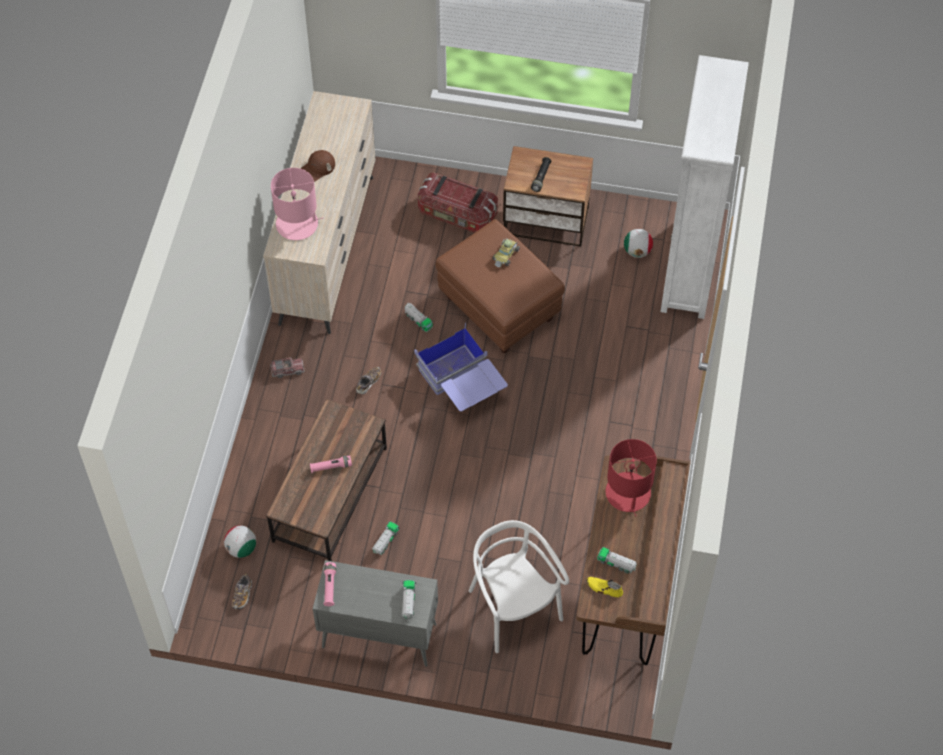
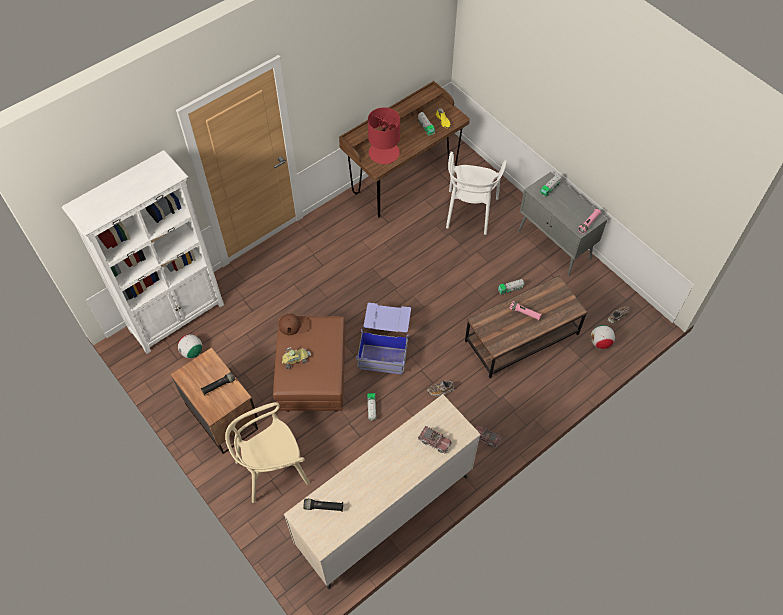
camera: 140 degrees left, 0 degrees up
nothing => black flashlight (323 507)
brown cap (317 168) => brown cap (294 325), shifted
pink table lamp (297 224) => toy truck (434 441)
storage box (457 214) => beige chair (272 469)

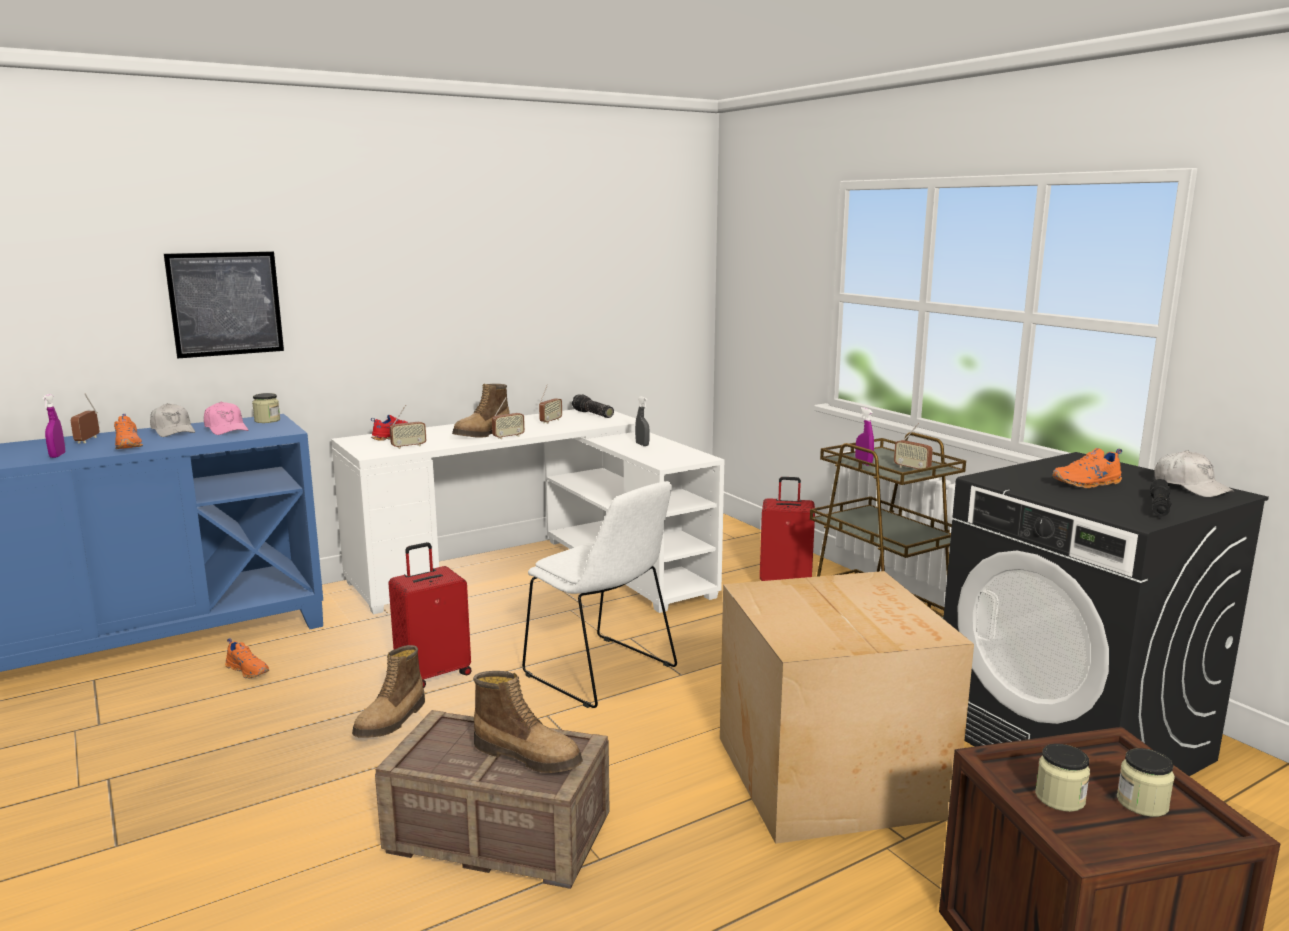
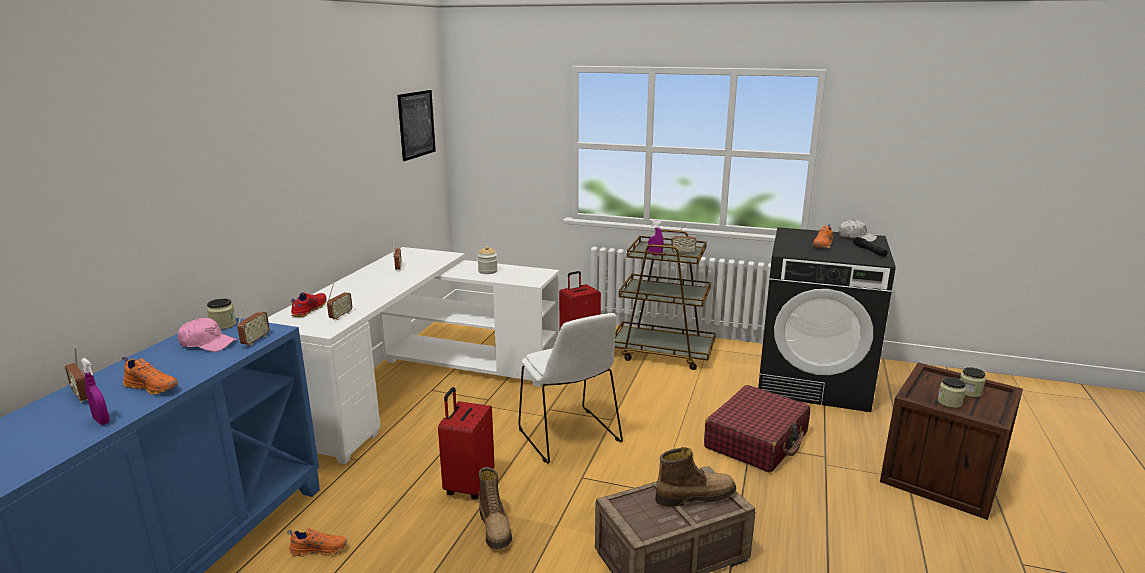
camera: 40 degrees left, 5 degrees up
white cap (173 431) => nothing
boot (483 434) => nothing
flashlight (592 414) => nothing
picture (225 304) => picture (416 124), shifted
radio (508 437) => radio (255 340), shifted
grey spray bottle (642 444) => jar (487 271)
cardboard box (831 773) => red suitcase (756 440)
white chair (603 673) => white chair (570 437), 60 degrees clockwise

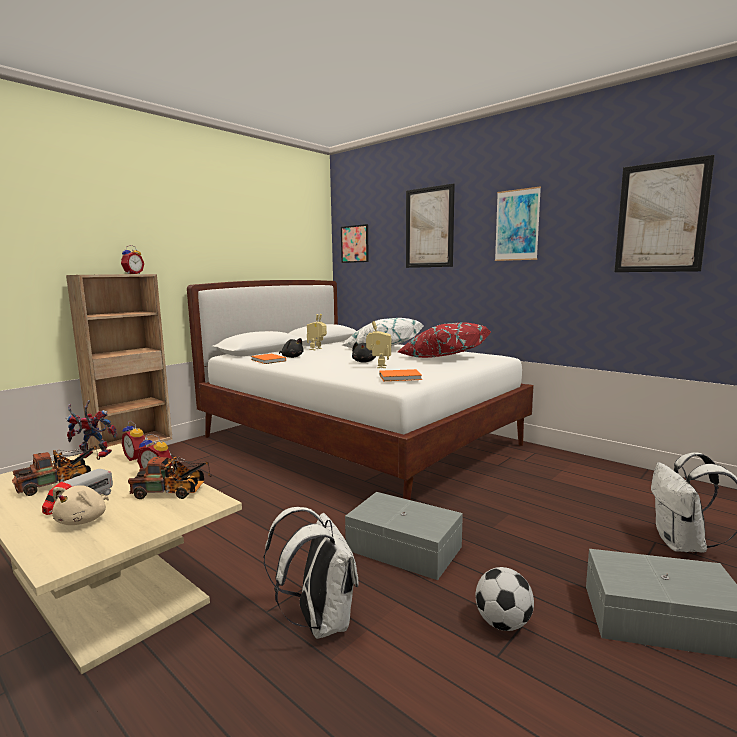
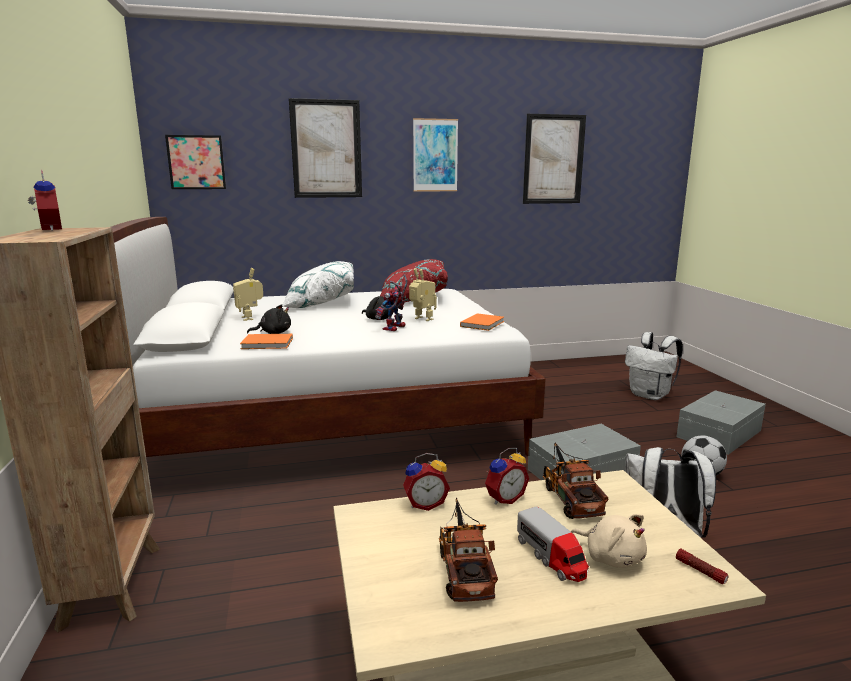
camera: 55 degrees left, 5 degrees up
nothing => flashlight (700 571)
toy robot (92 456) => toy robot (394 328), shifted
toy truck (173 492) => toy truck (570 497), 45 degrees counterclockwise

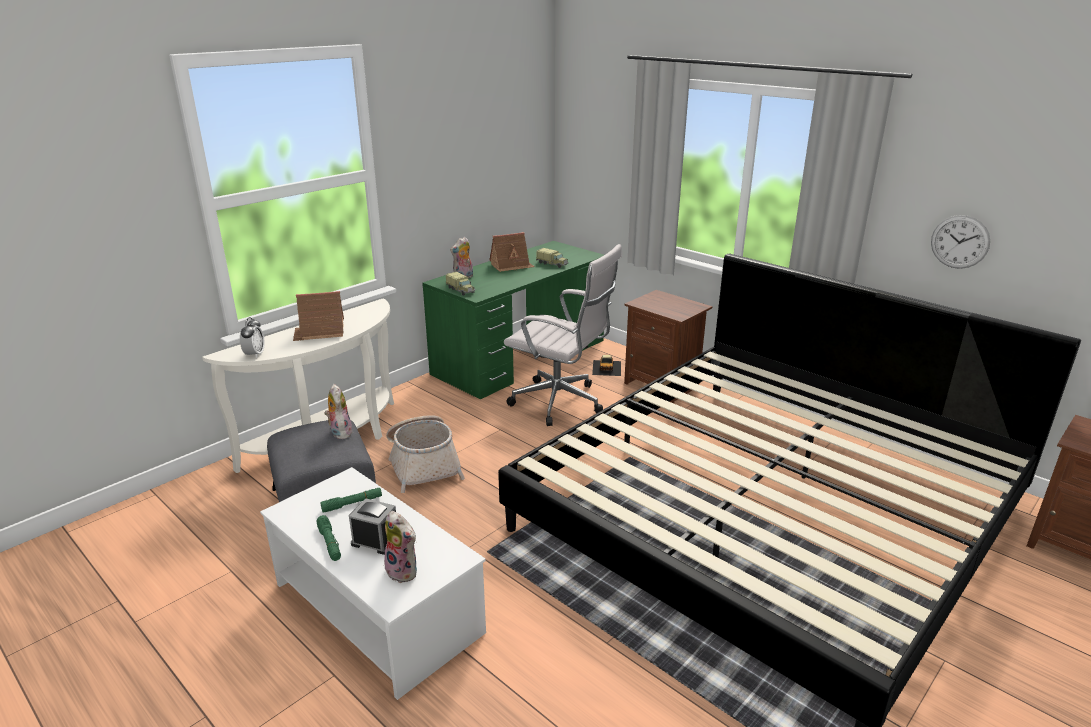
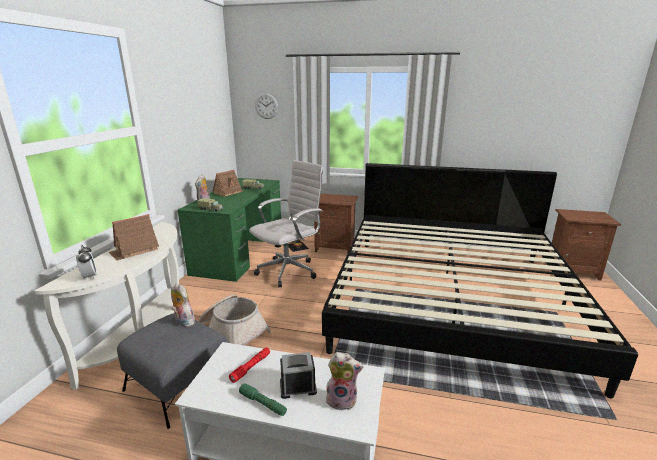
camera: 30 degrees left, 5 degrees down
wall clock (960 242) => wall clock (266 106), shifted
green flashlight (352 504) => red flashlight (251 367)
white office chair (561 403) => white office chair (289 271), 45 degrees counterclockwise

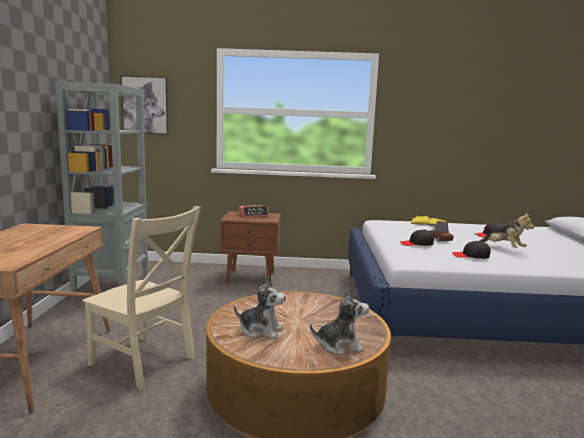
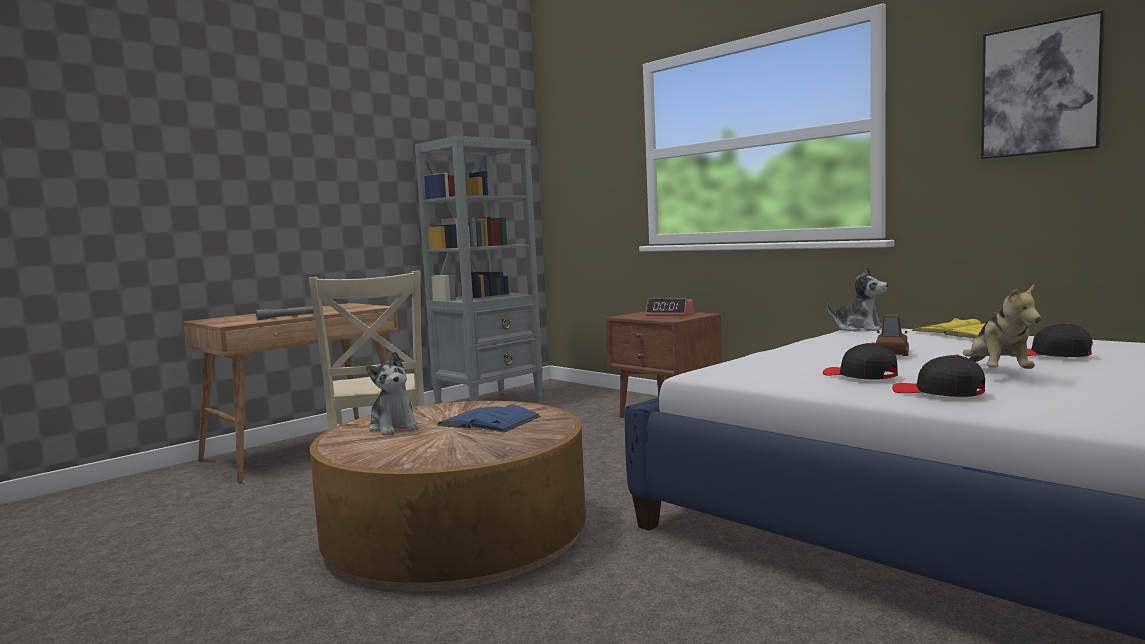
camera: 45 degrees right, 5 degrees down
nothing => grey flashlight (286 317)
nothing => blue book (489 421)
picture (145 105) => picture (1040 89), shifted
plush toy (339 345) => plush toy (859 329), shifted
black cap (417 244) => black cap (938 393), shifted

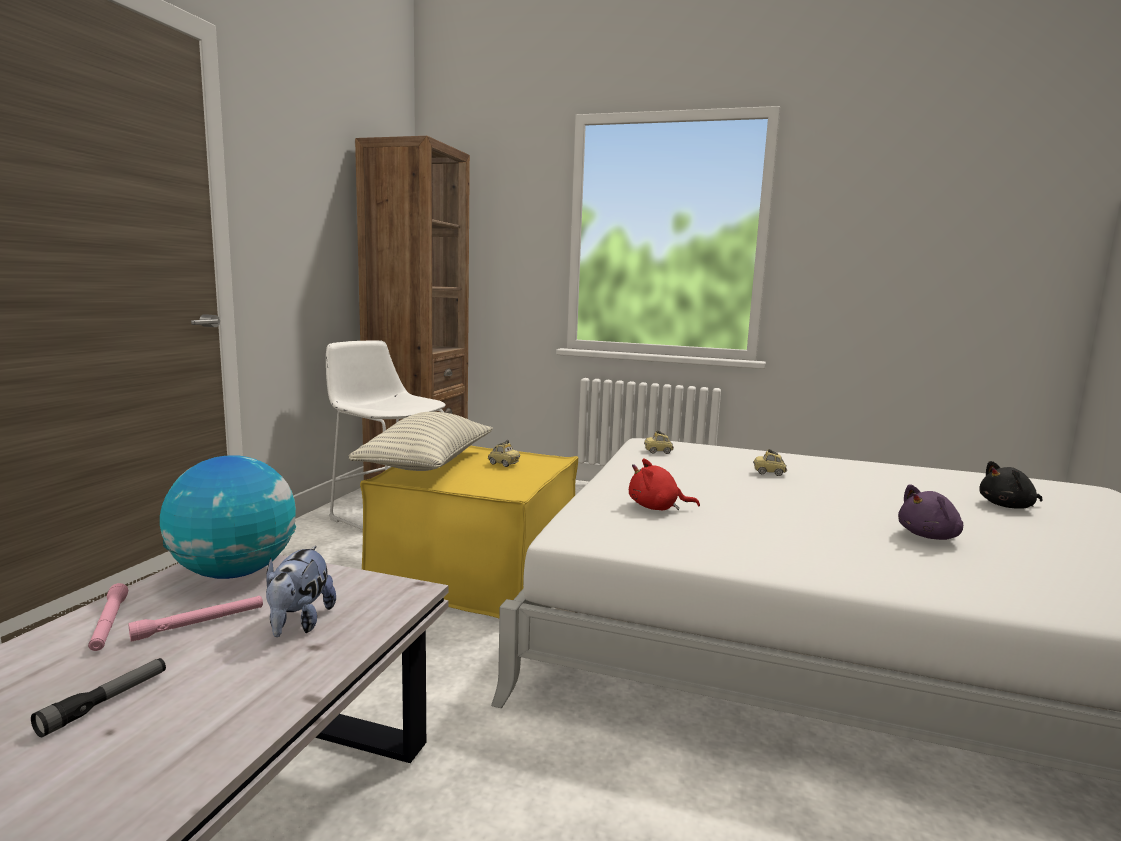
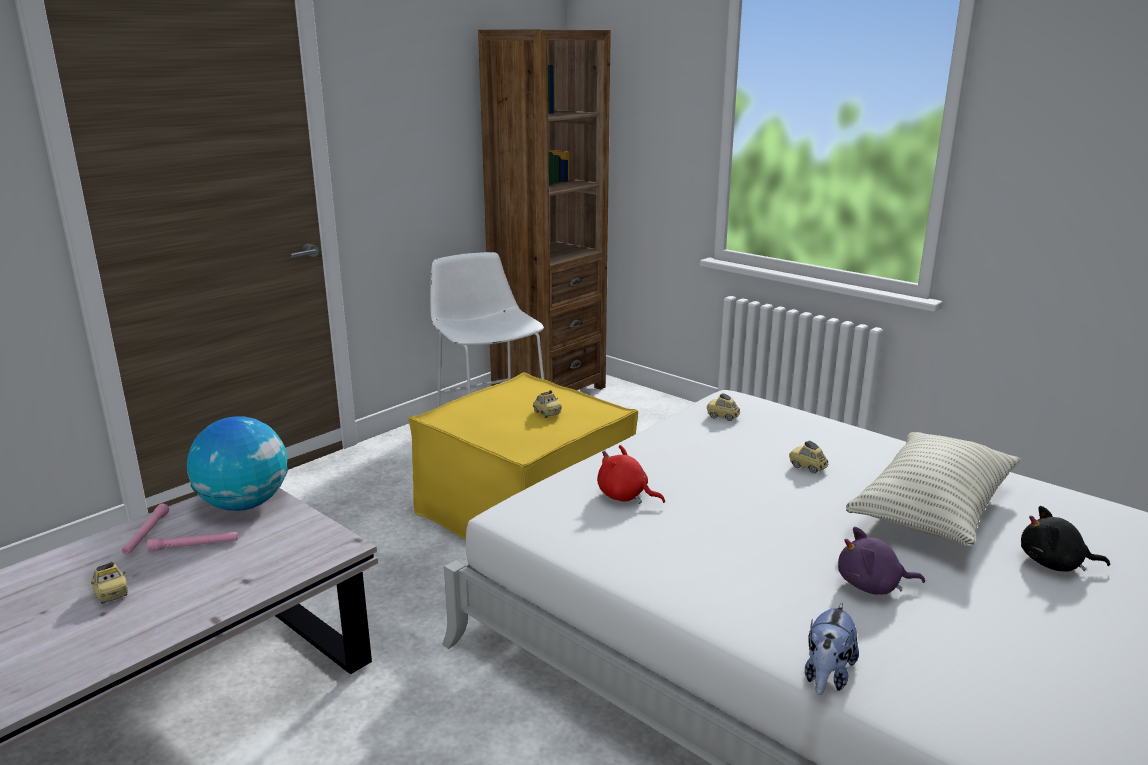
camera: 25 degrees right, 10 degrees up
plush toy (299 623) => plush toy (827 676), shifted
pillow (427 464) => pillow (932 510), shifted
flashlight (105 703) => toy car (111 594)

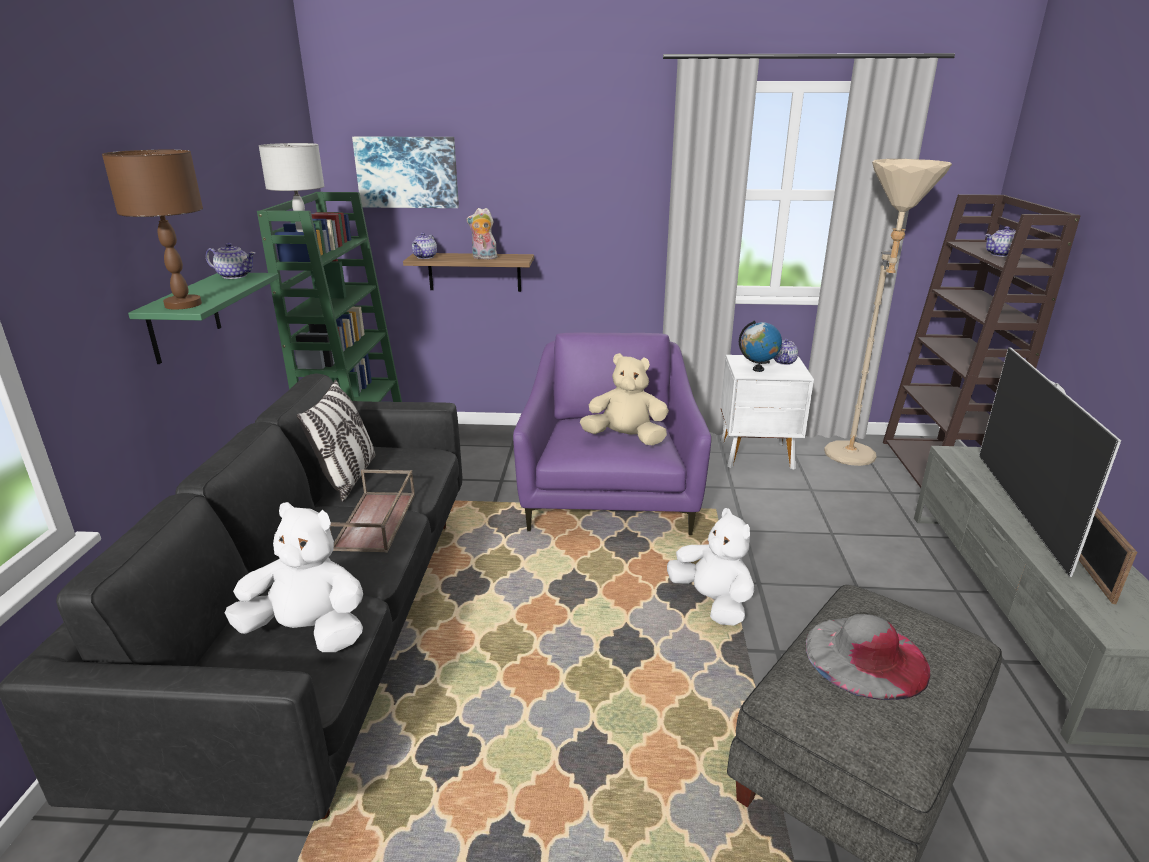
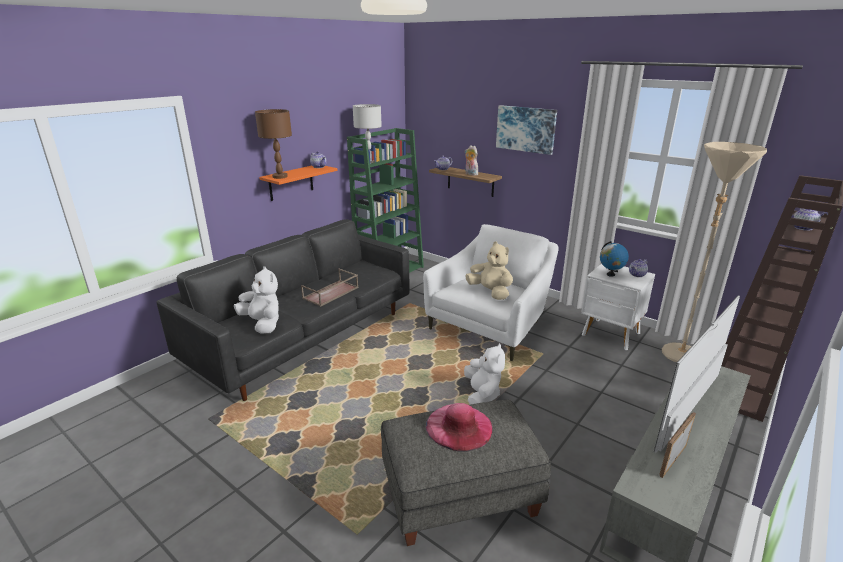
camera: 35 degrees right, 0 degrees up
pillow (348 478) => nothing
picture (407 172) => picture (526 129), shifted
green shelf (184 317) => orange shelf (291 182)
purple armchair (609 495) => white armchair (491 326)
grey hat (866 656) => pink hat (459 426)

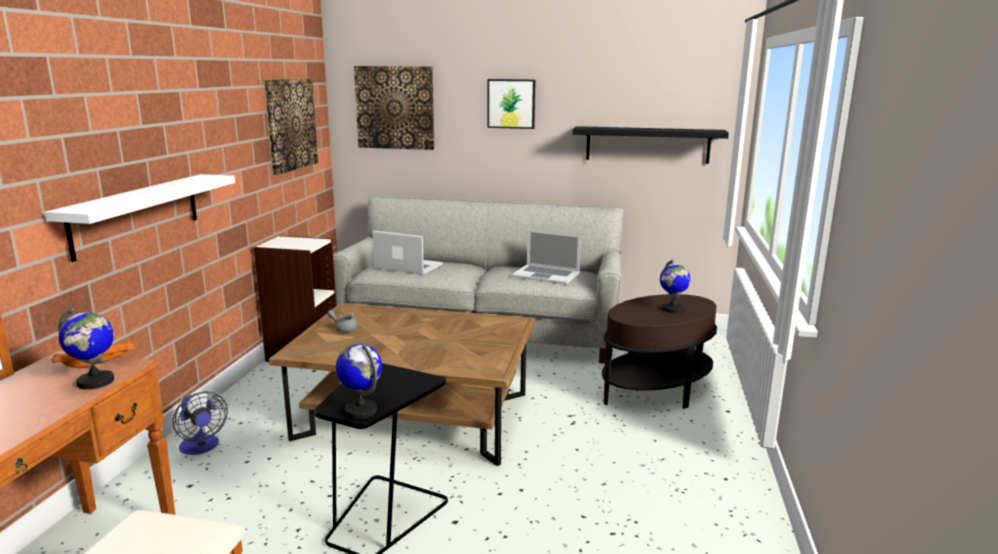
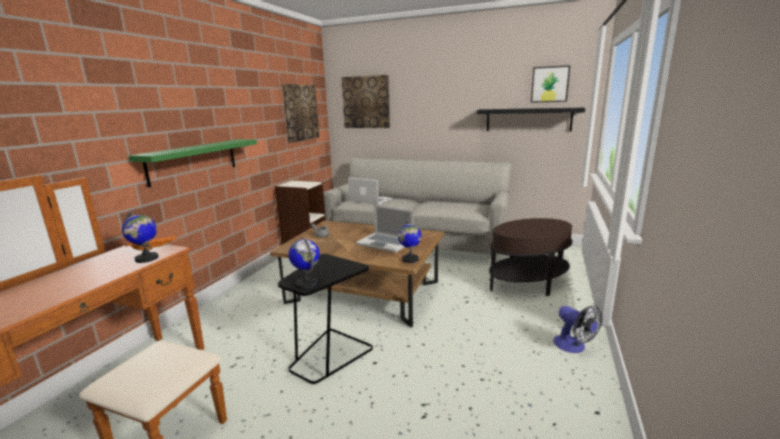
camera: 10 degrees right, 0 degrees up
fan (201 447) => fan (574 347), shifted
picture (511 103) => picture (550 84), shifted
laptop (546 274) => laptop (385 242), shifted
globe (672 309) => globe (410 259), shifted
white shelf (137 214) => green shelf (193 161)

